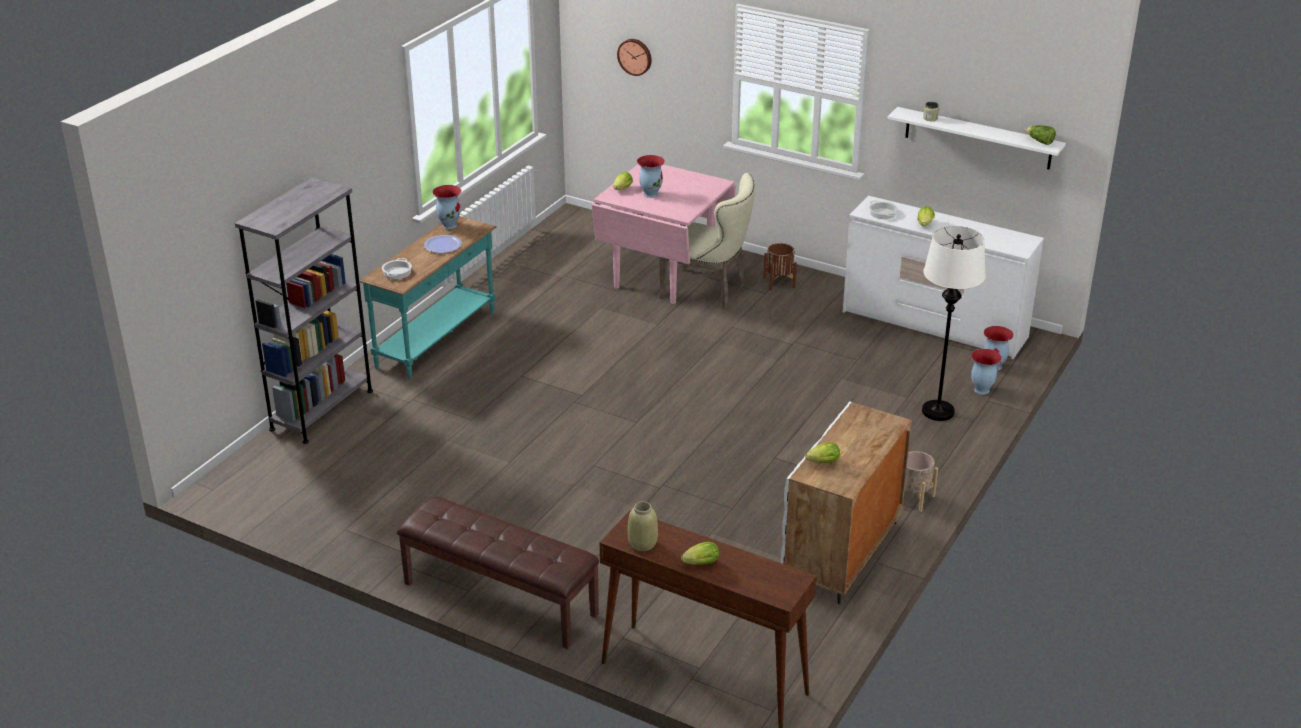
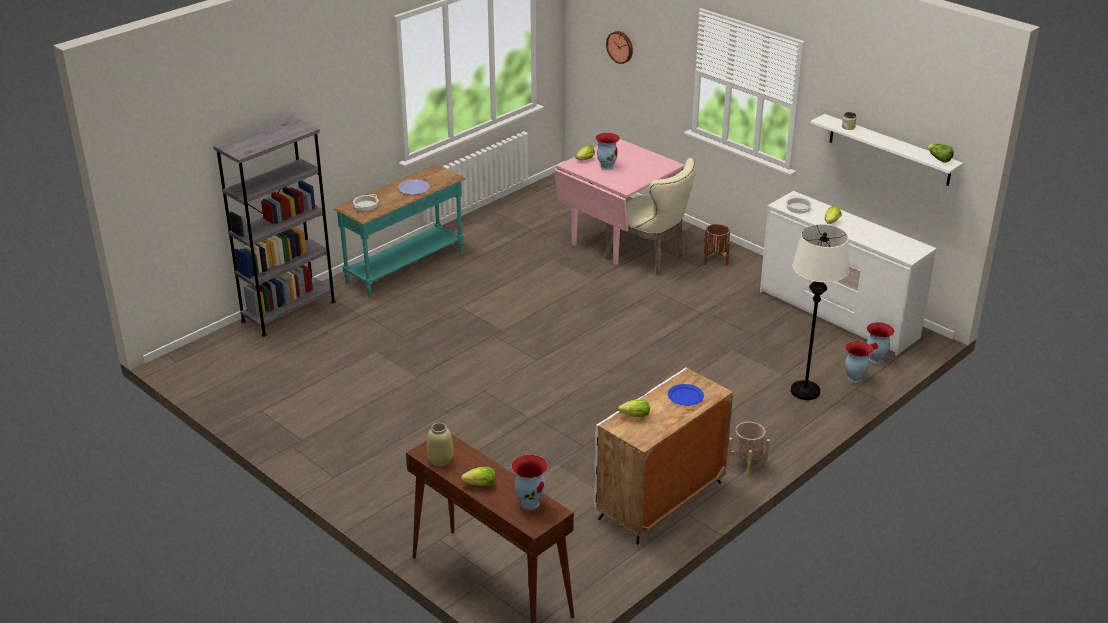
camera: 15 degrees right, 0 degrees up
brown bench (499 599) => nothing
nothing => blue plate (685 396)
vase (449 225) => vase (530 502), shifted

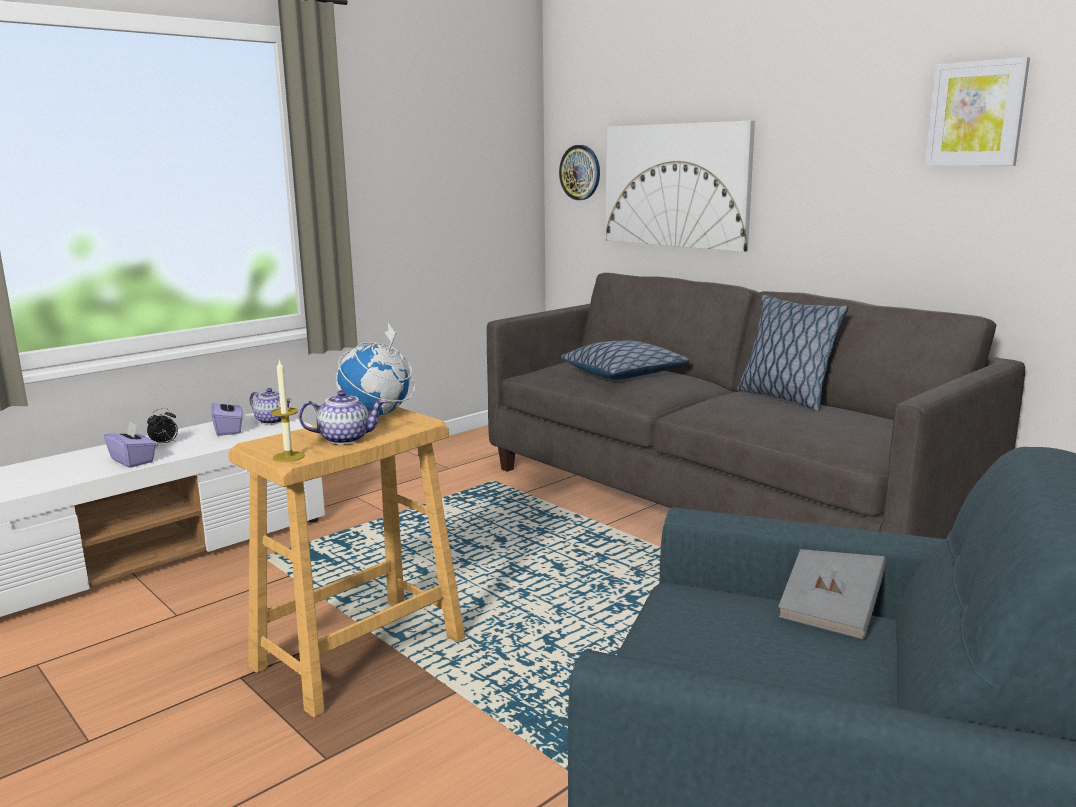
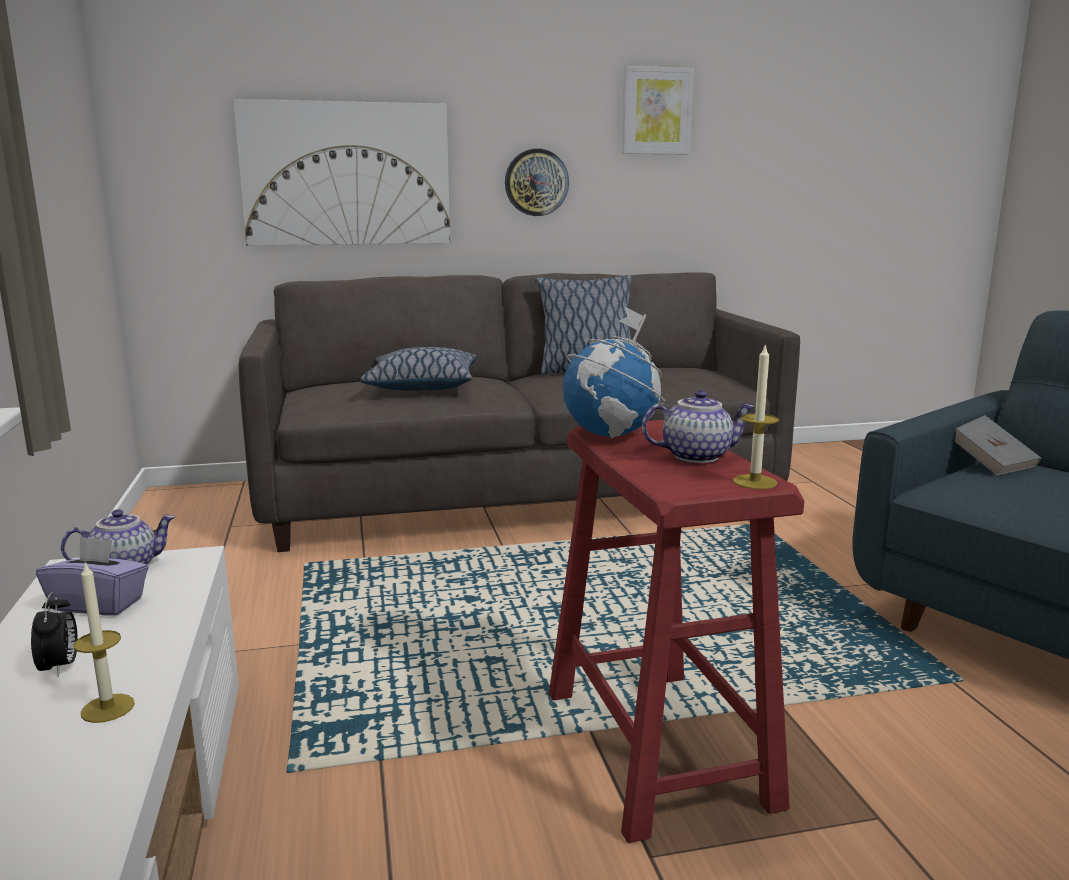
camera: 60 degrees left, 0 degrees up
wall clock (580 172) => wall clock (536 182), shifted
purple tissue box (133 461) => candle (107 708)
beige stool (361 652) => red stool (656 745)
teapot (345 438) => teapot (696 456), 60 degrees clockwise

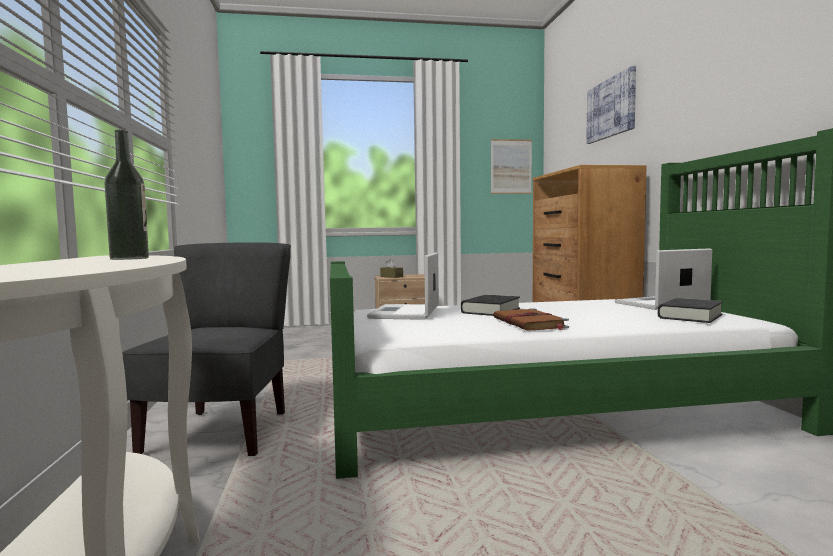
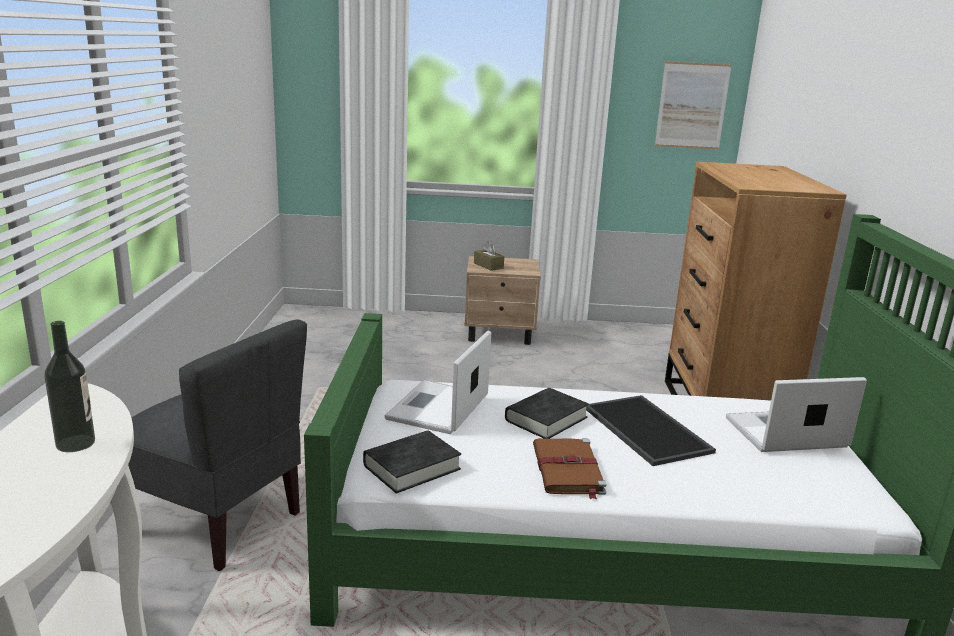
camera: 10 degrees right, 15 degrees up
picture (611 108) => nothing
nothing => tray (643 429)
black book (690 316) => black book (411 467), shifted
grey chair (220 433) => grey chair (217 521), 105 degrees clockwise

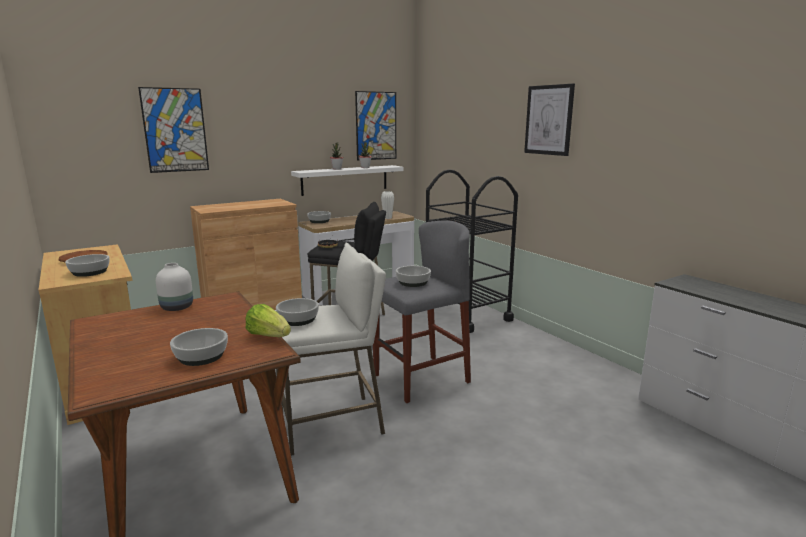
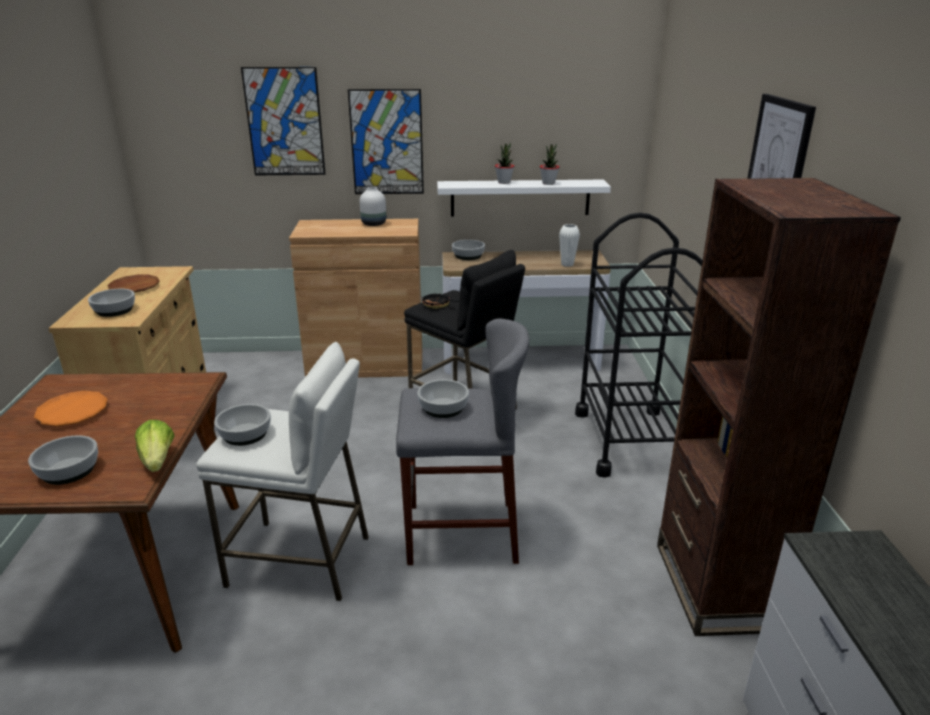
camera: 30 degrees right, 10 degrees up
nothing => orange plate (72 413)
nothing => brown bookcase (715 586)
white vase (177 307) => white vase (374 224), shifted
picture (376 126) => picture (387 142), shifted

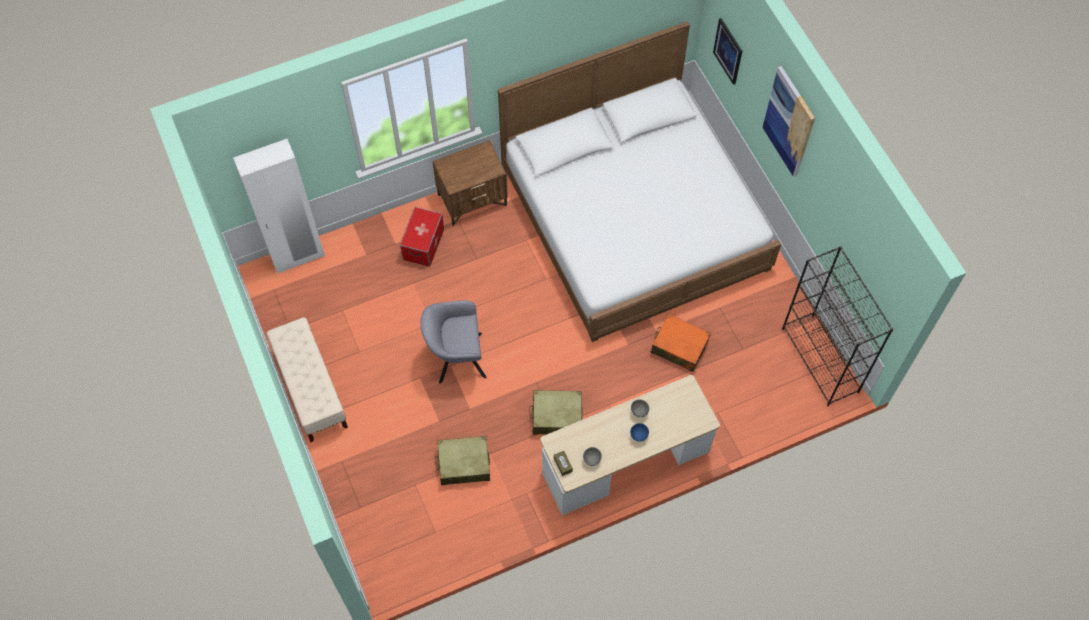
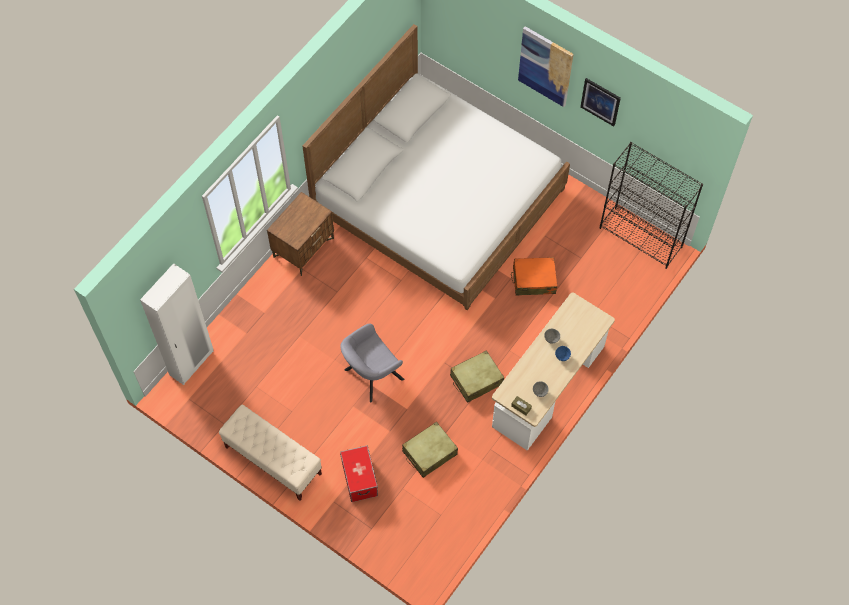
camera: 30 degrees left, 0 degrees up
storage box (423 244) => storage box (359 479), shifted
picture (728 51) => picture (600 101), shifted

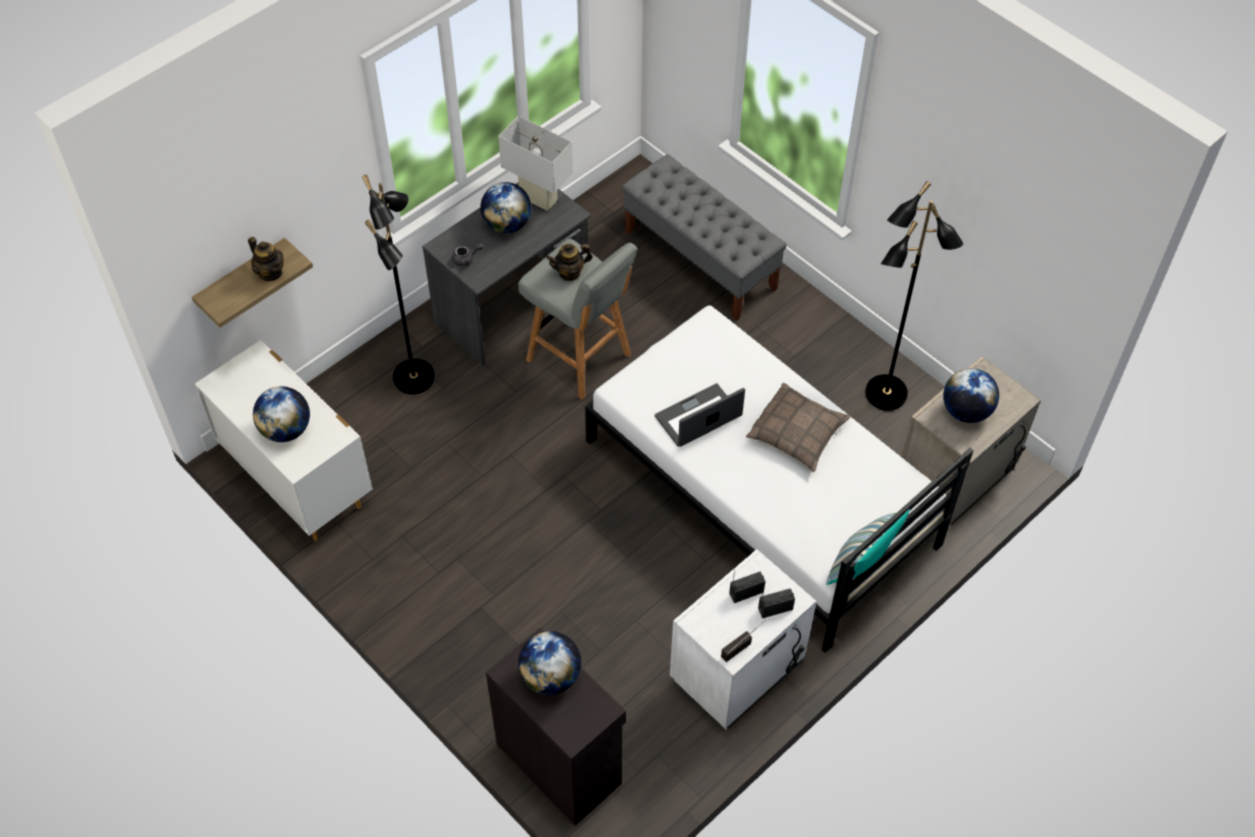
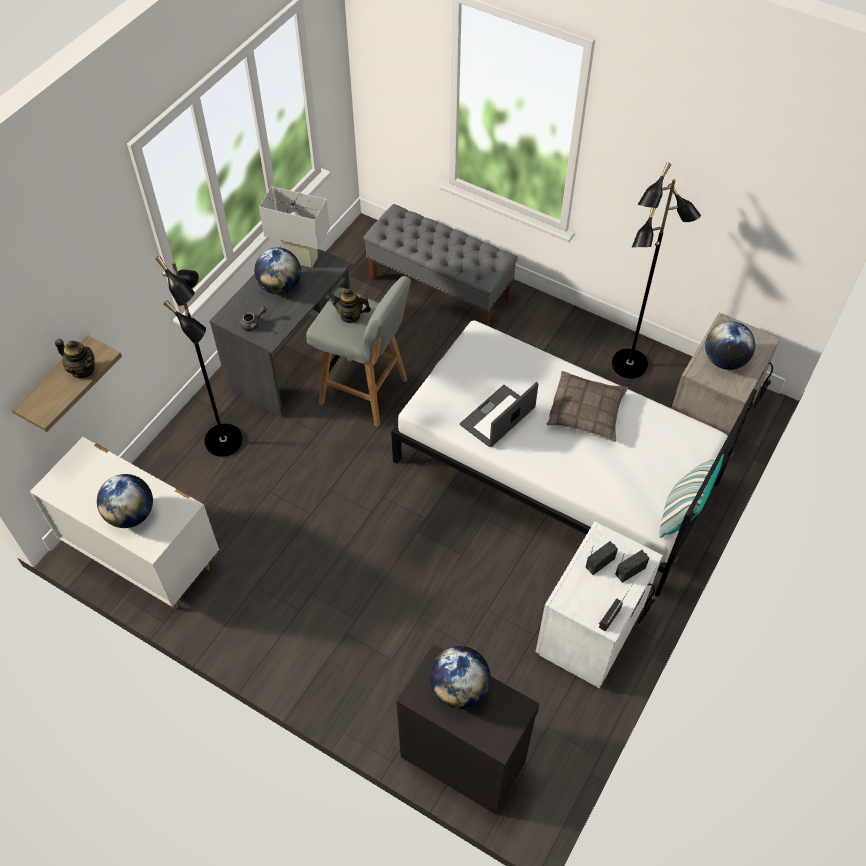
camera: 15 degrees left, 0 degrees up
teapot (570 273) => teapot (350 316), 45 degrees clockwise

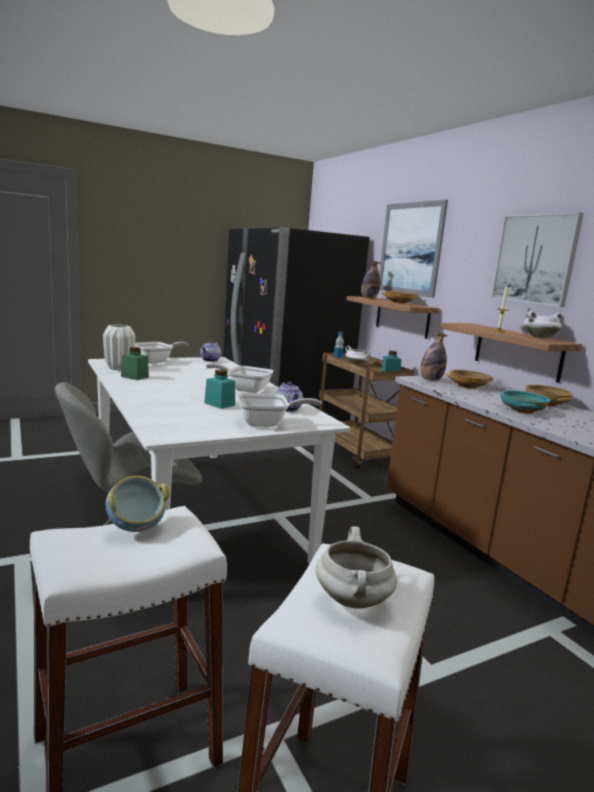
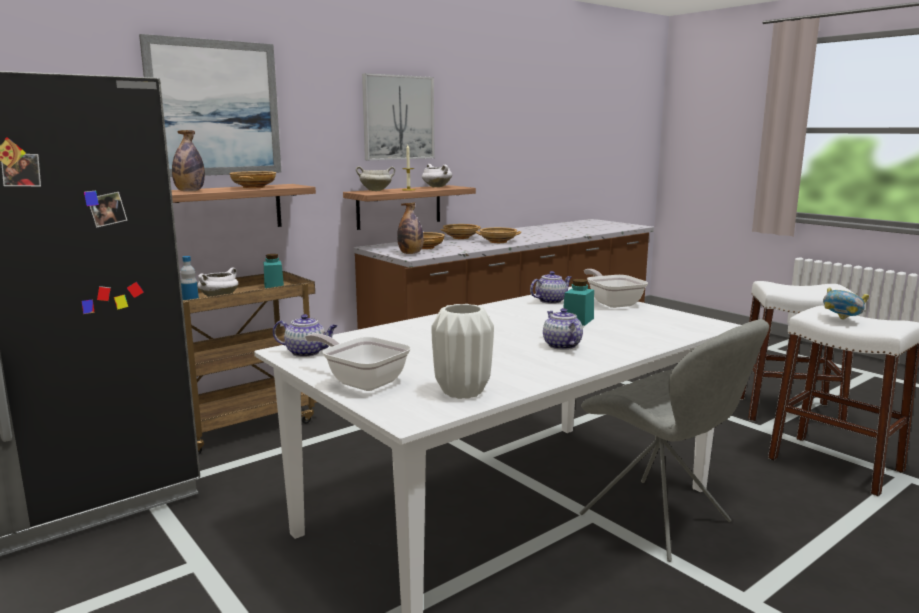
camera: 100 degrees left, 0 degrees up
green jar (134 377) => nothing
frying pan (244 389) => nothing
nothing => teapot (561 345)
white cooking pot (354 601) => white cooking pot (376 190), shifted
turquoise bowl (521 410) => beige bowl (497 242)

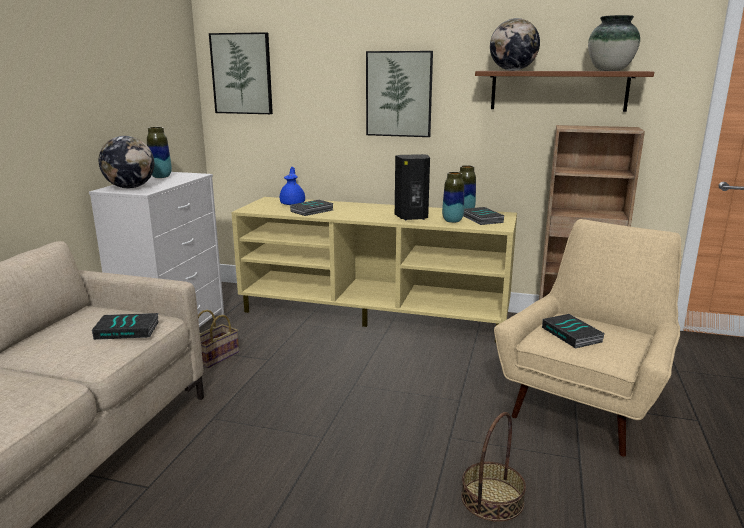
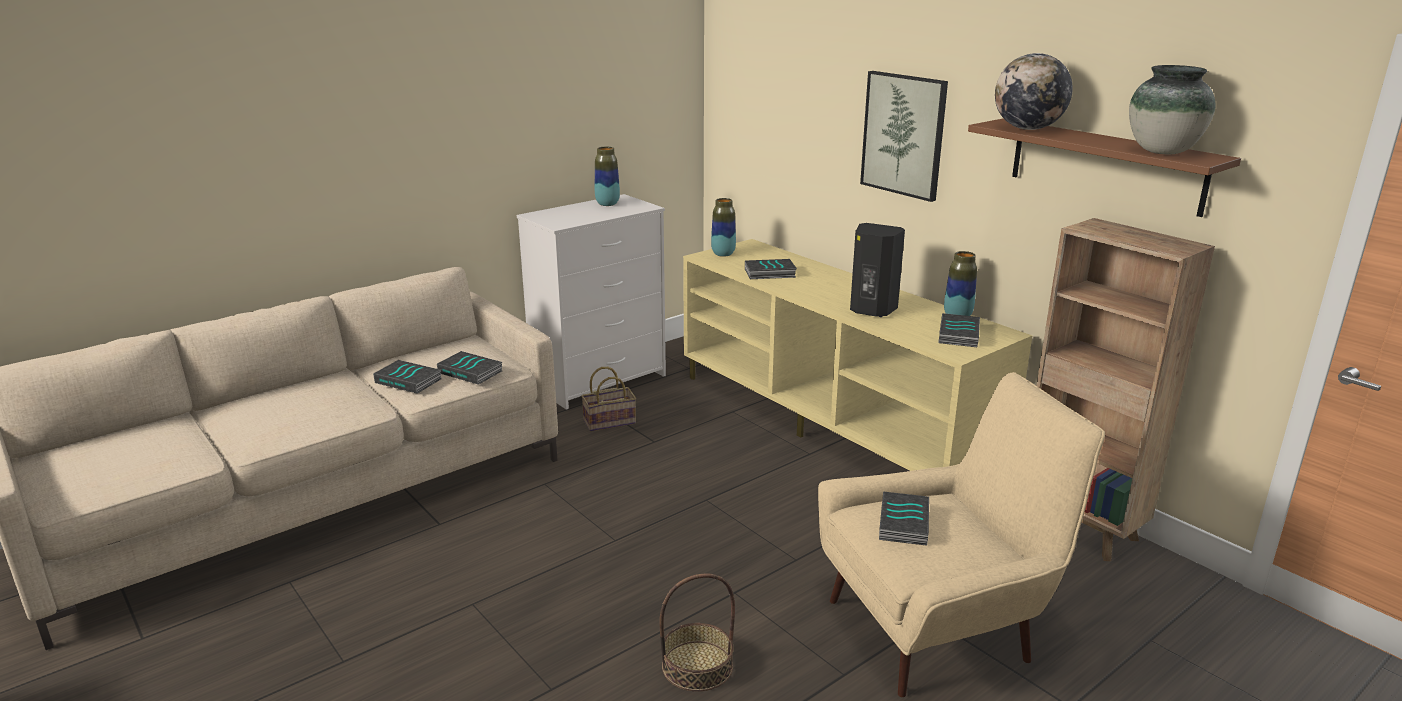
camera: 35 degrees right, 5 degrees up
globe (130 187) => nothing
picture (242 74) => nothing
blue teapot (293 203) => nothing
nothing => book (409 381)
vase (452 221) => vase (723 254), shifted

